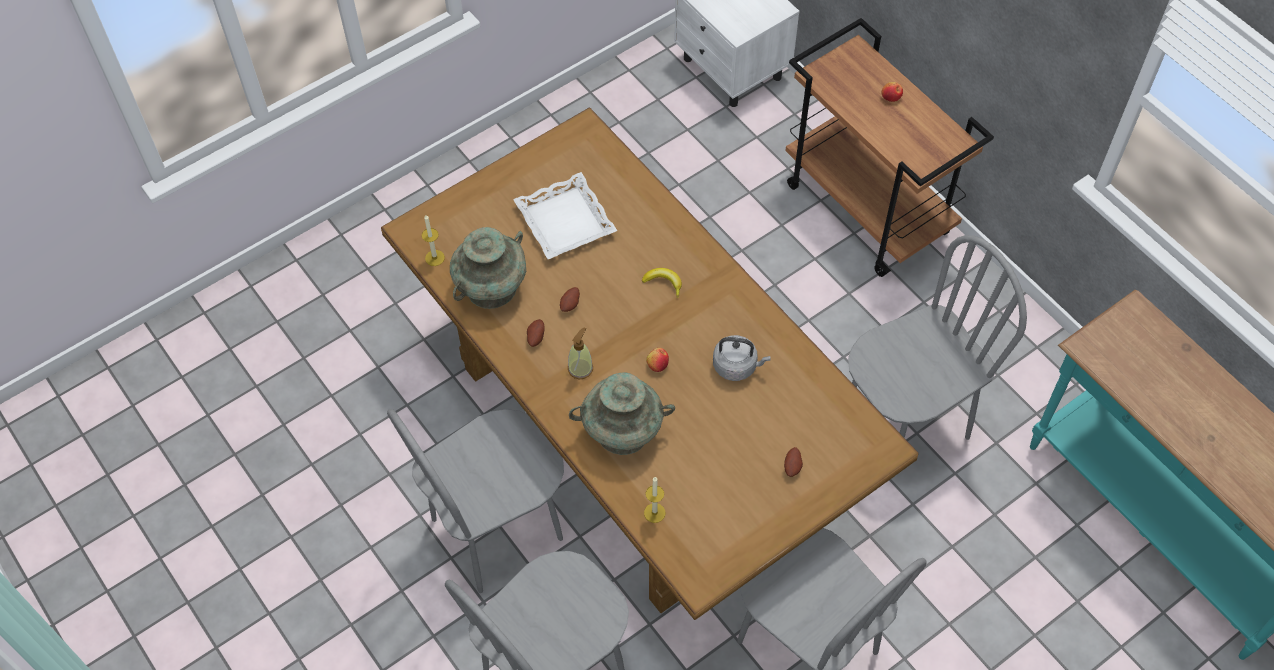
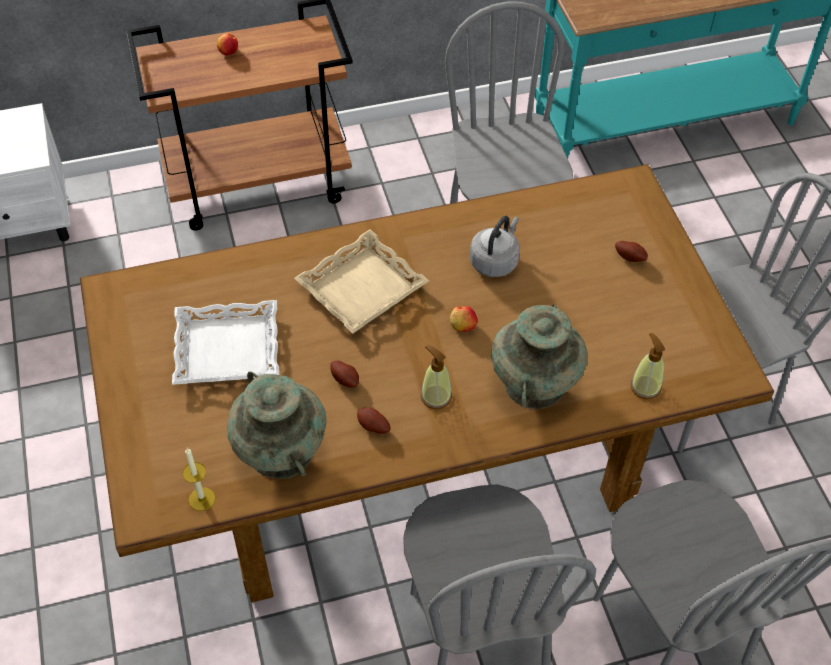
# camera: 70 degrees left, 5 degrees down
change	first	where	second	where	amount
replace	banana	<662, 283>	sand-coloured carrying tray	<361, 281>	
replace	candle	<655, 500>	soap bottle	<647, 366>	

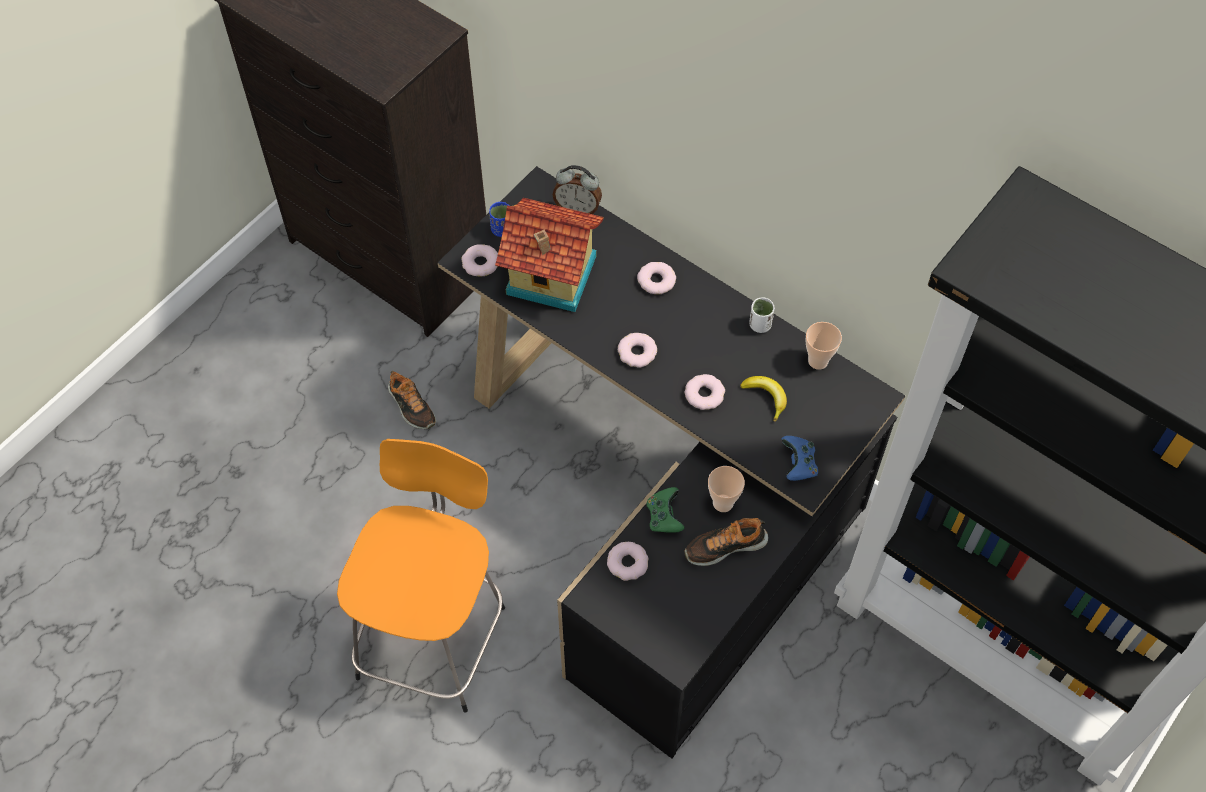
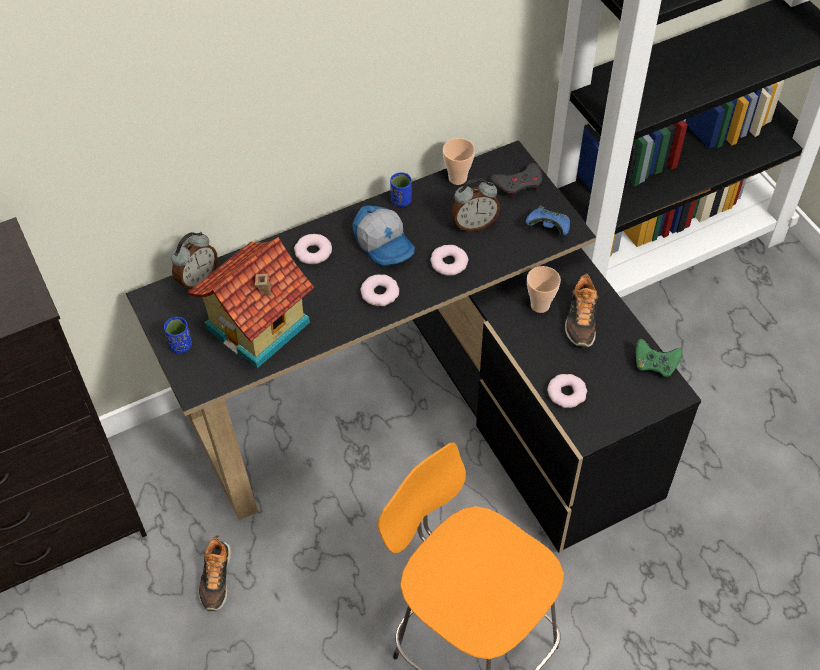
# camera: 65 degrees left, 5 degrees down
change	first	where	second	where	amount
delete	ring doughnut	<479, 260>			
insert			peaked cap	<383, 235>	
insert			gray gamepad	<516, 180>	
move	green gamepad	<665, 510>		<659, 358>	
replace	banana	<763, 399>	table clock	<475, 205>	
recolor	white drinking cup	<762, 315>	bluish drinking cup	<401, 189>	
rotate	shoe	<412, 399>		<215, 573>	105 degrees clockwise

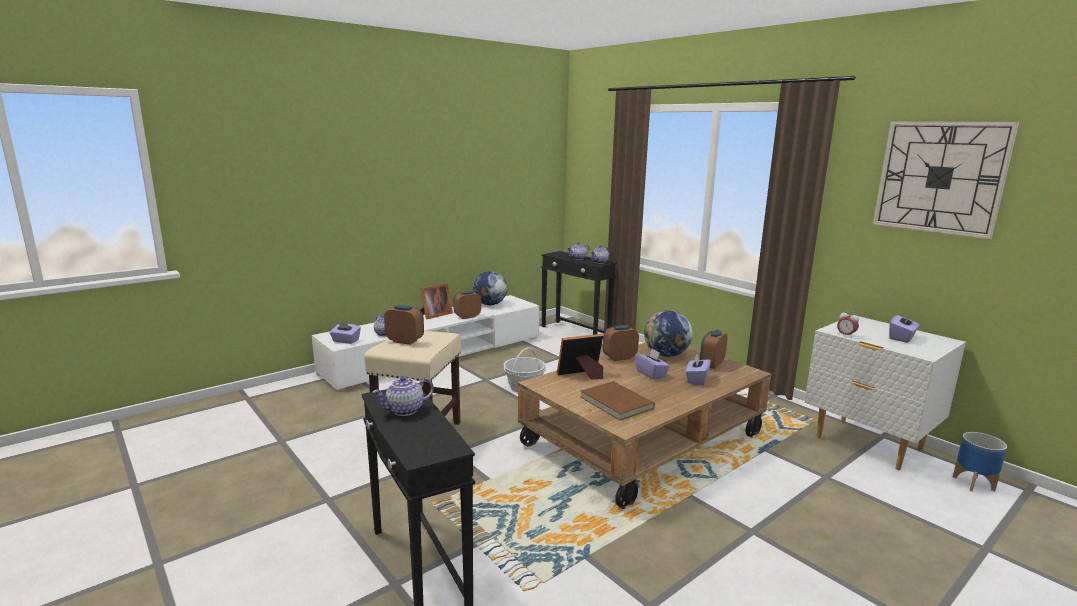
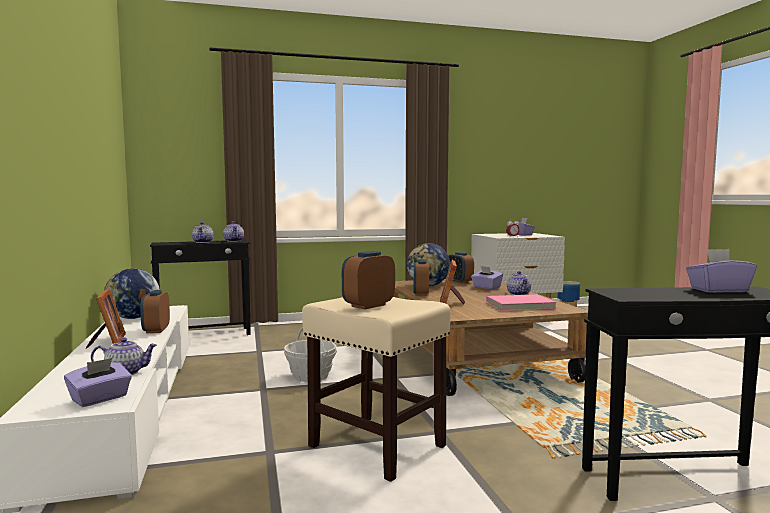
# camera: 65 degrees left, 10 degrees down
change	first	where	second	where	amount
delete	wall clock	<946, 180>			
move	tea pot	<403, 396>		<519, 283>	
move	purple tissue holder	<652, 364>		<721, 271>	
recolor	brown-coloured bound book	<618, 400>	pink bound book	<521, 302>	

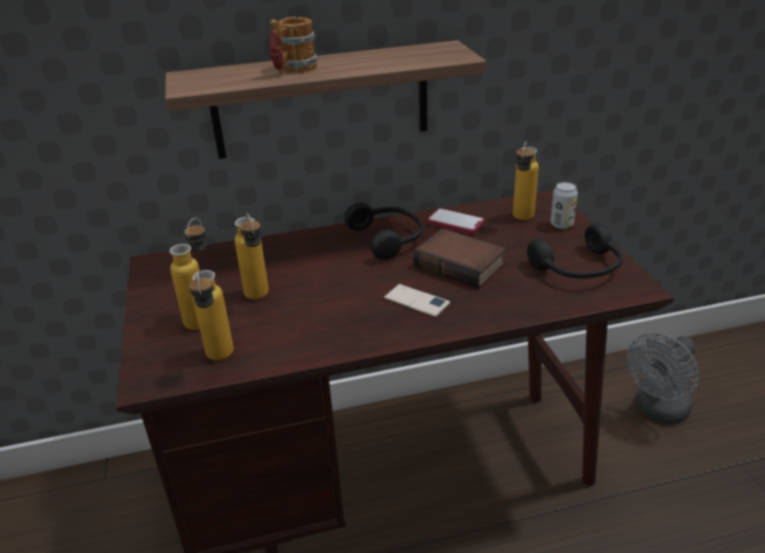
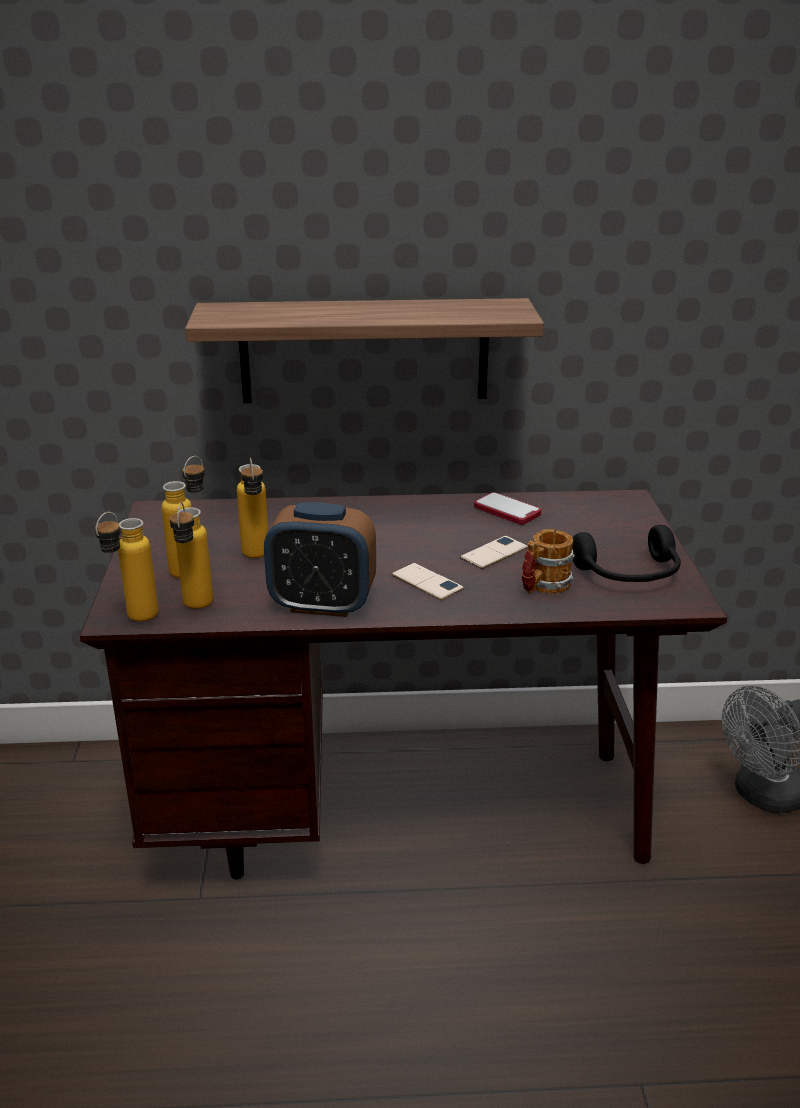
# camera: 10 degrees right, 5 degrees down
change	first	where	second	where	amount
delete	blackish pair of headphones	<383, 231>			
delete	can	<564, 205>			
insert			table clock	<320, 559>	
move	tea mug	<293, 45>		<548, 561>	
move	beverage bottle	<526, 181>		<126, 567>	
replace	bound book	<459, 258>	handset	<494, 552>	

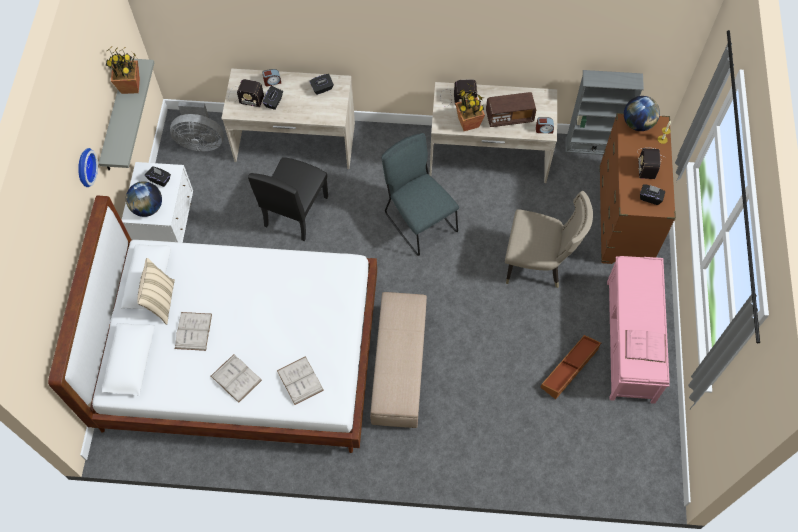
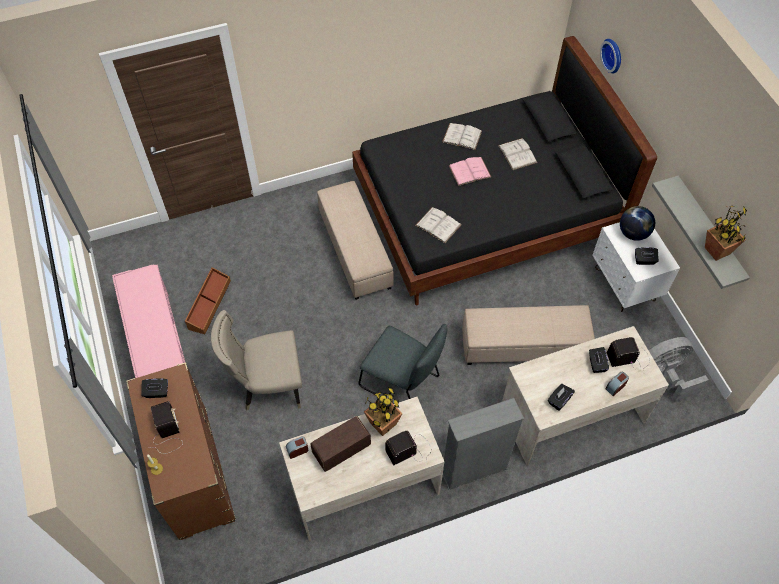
# camera: 155 degrees right, 5 degrees down
change	first	where	second	where	amount
delete	sand-coloured pillow	<156, 291>			
delete	desk globe	<642, 113>			
move	wall clock	<88, 167>		<610, 56>	
move	white bound book	<300, 380>		<438, 225>	
move	gray bookcase	<605, 112>		<483, 444>	
move	pink bound book	<645, 346>		<470, 171>	
replace	blackish plain chair	<288, 199>	sand-coloured footrest	<528, 335>	
recolor	white bed	<212, 324>	blackish bed	<504, 170>	

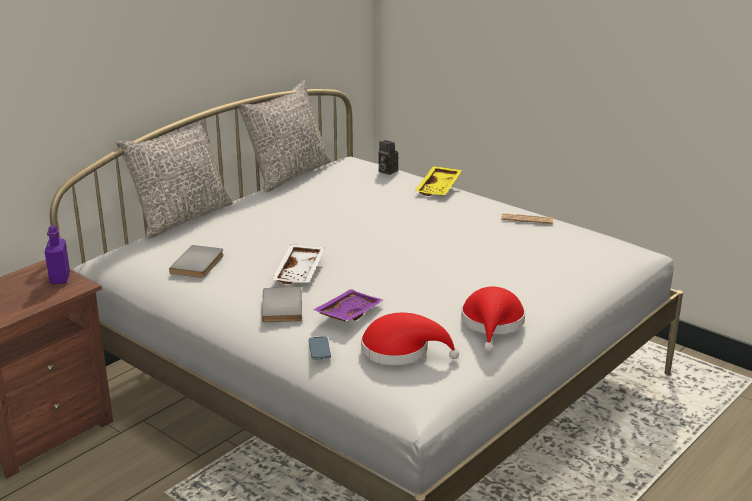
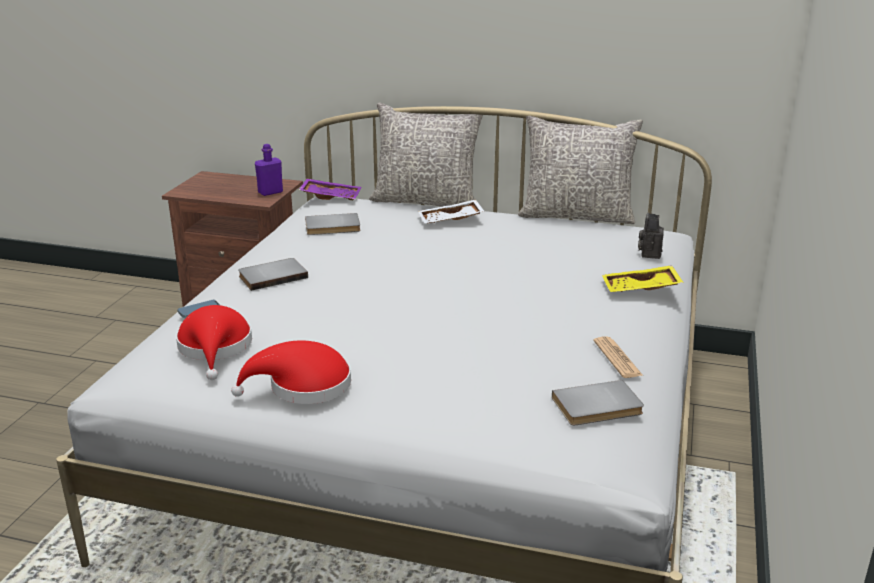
# camera: 65 degrees right, 0 degrees up
change	first	where	second	where	amount
insert			gray bound book	<598, 402>	
move	white carrying tray	<299, 264>		<451, 211>	
move	purple carrying tray	<348, 305>		<330, 189>	

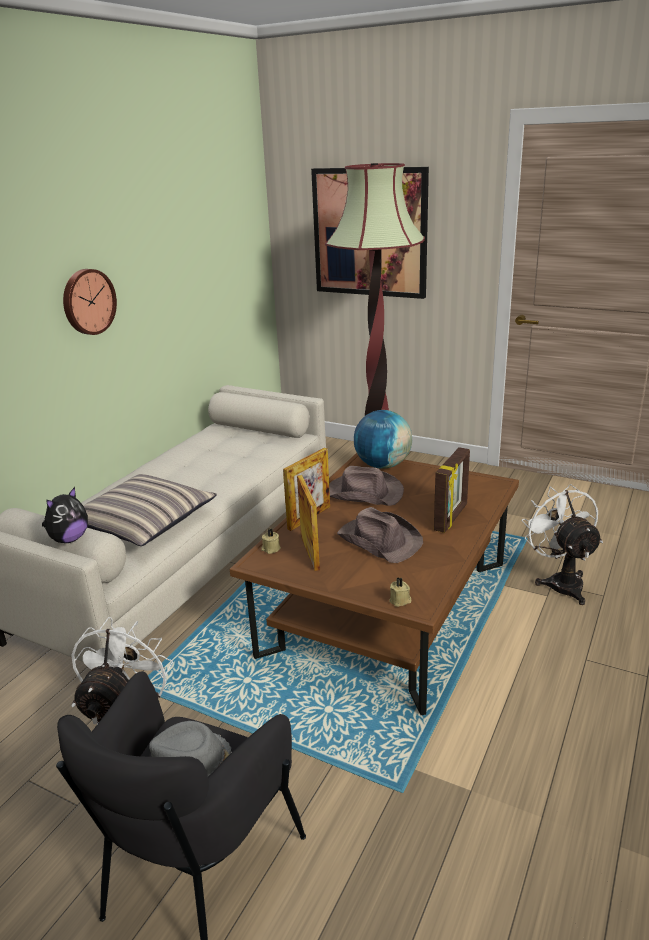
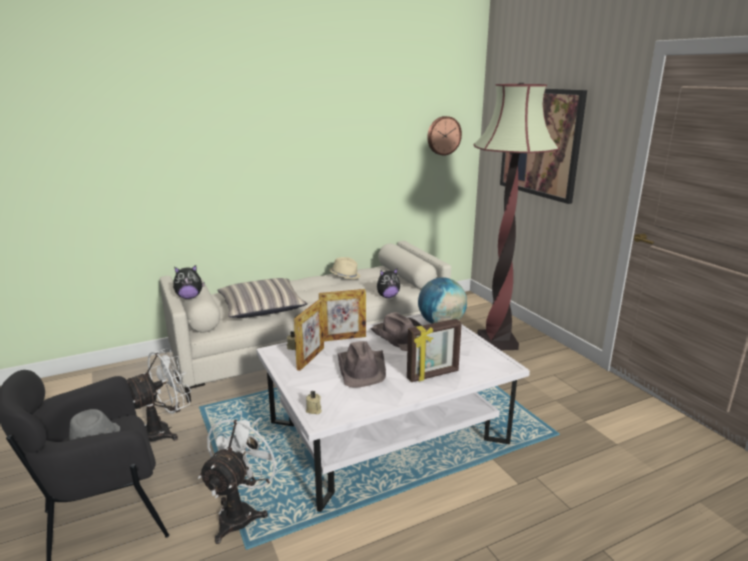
# camera: 35 degrees right, 5 degrees down
change	first	where	second	where	amount
insert			sand-coloured wearable hat	<345, 268>	
insert			plush toy	<388, 283>	
move	wall clock	<90, 302>		<444, 136>	
move	white electric fan	<562, 544>		<241, 477>	
recolor	brown-coloured low table	<374, 584>	white low table	<393, 412>	

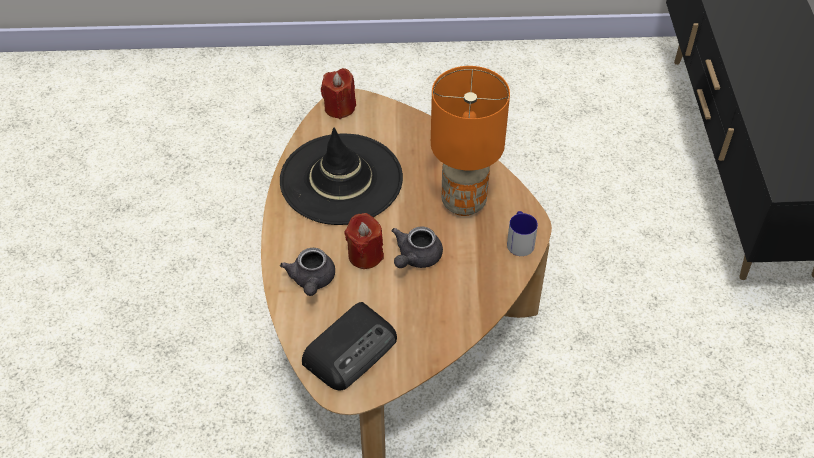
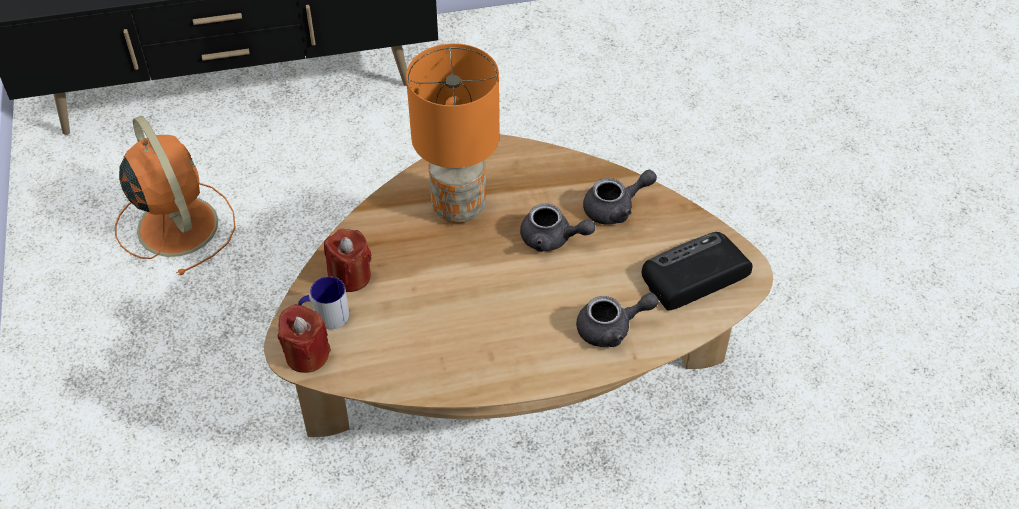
# camera: 100 degrees left, 0 degrees up
change	first	where	second	where	amount
delete	blackish wearable hat	<341, 176>			
insert			orange electric fan	<175, 195>	
insert			gray tea pot	<620, 197>	
move	red-coloured candle	<364, 241>		<348, 260>	
move	tea mug	<522, 233>		<323, 302>	
rotate	radio	<349, 346>		<697, 271>	60 degrees counterclockwise

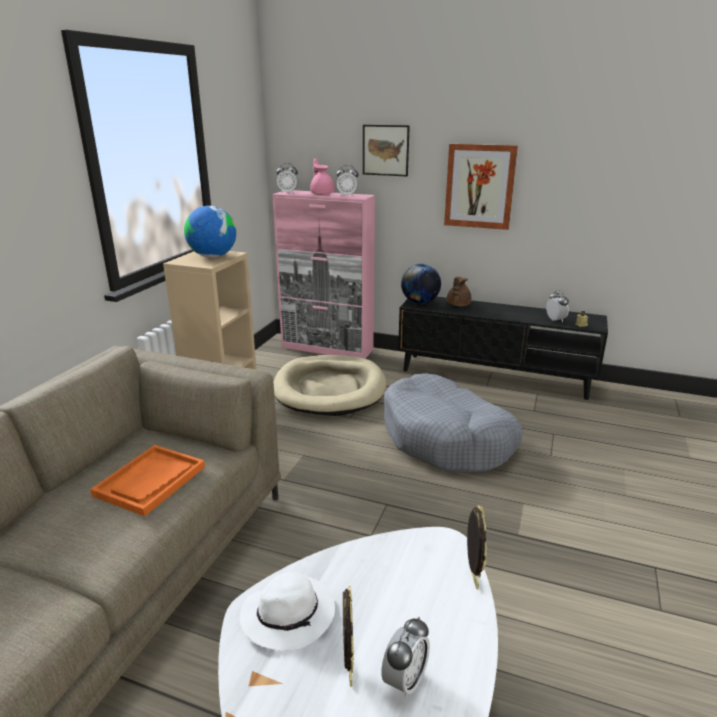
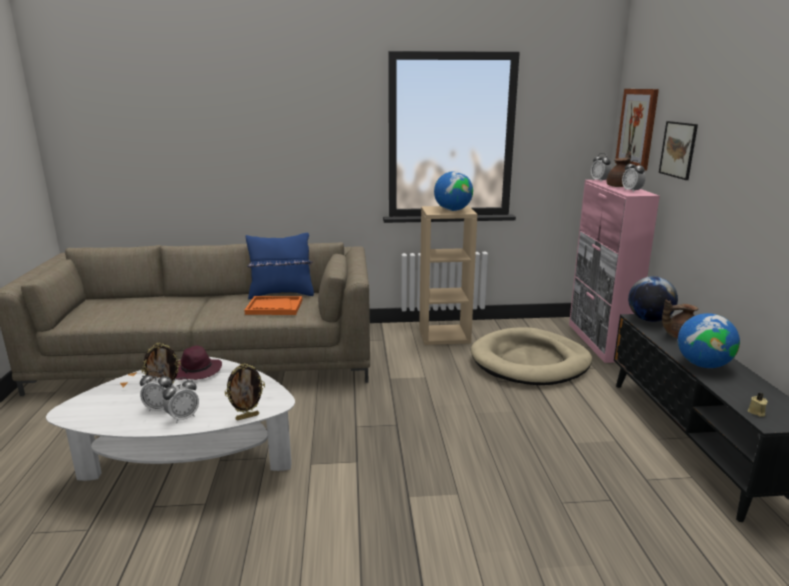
# camera: 65 degrees right, 5 degrees down
change	first	where	second	where	amount
delete	gray dog bed	<453, 422>			
insert			bluish pillow	<280, 266>	
insert			desk globe	<709, 340>	
move	picture	<481, 187>		<637, 130>	
move	table clock	<557, 306>		<181, 400>	
recolor	white wearable hat	<287, 611>	purple wearable hat	<199, 363>	
recolor	pink tea pot	<322, 176>	brown-coloured tea pot	<619, 169>	

